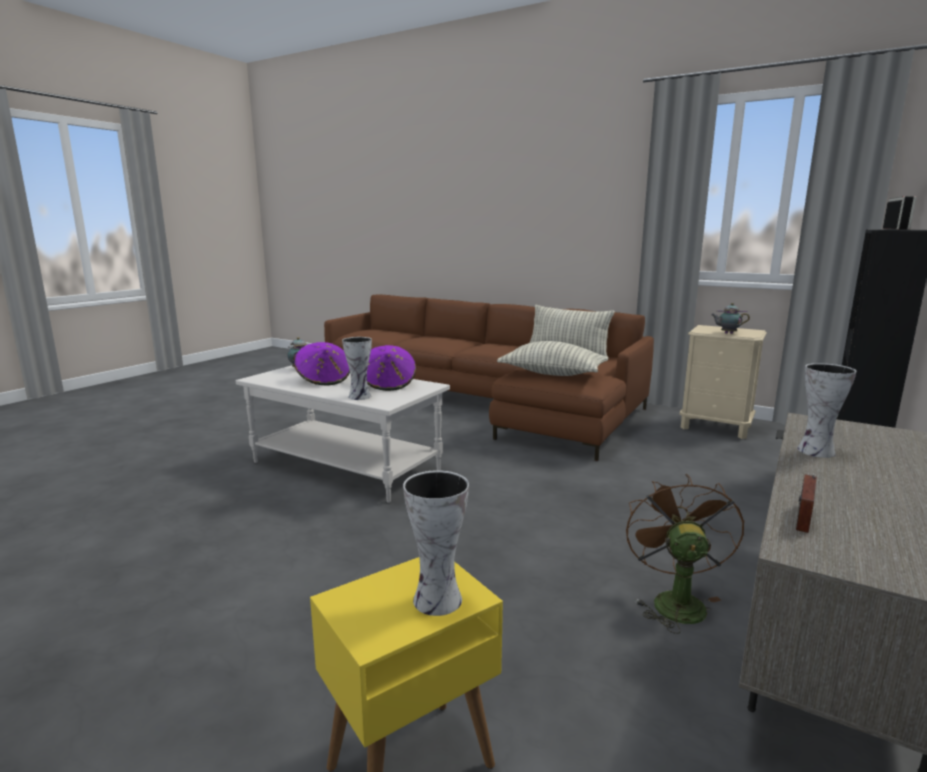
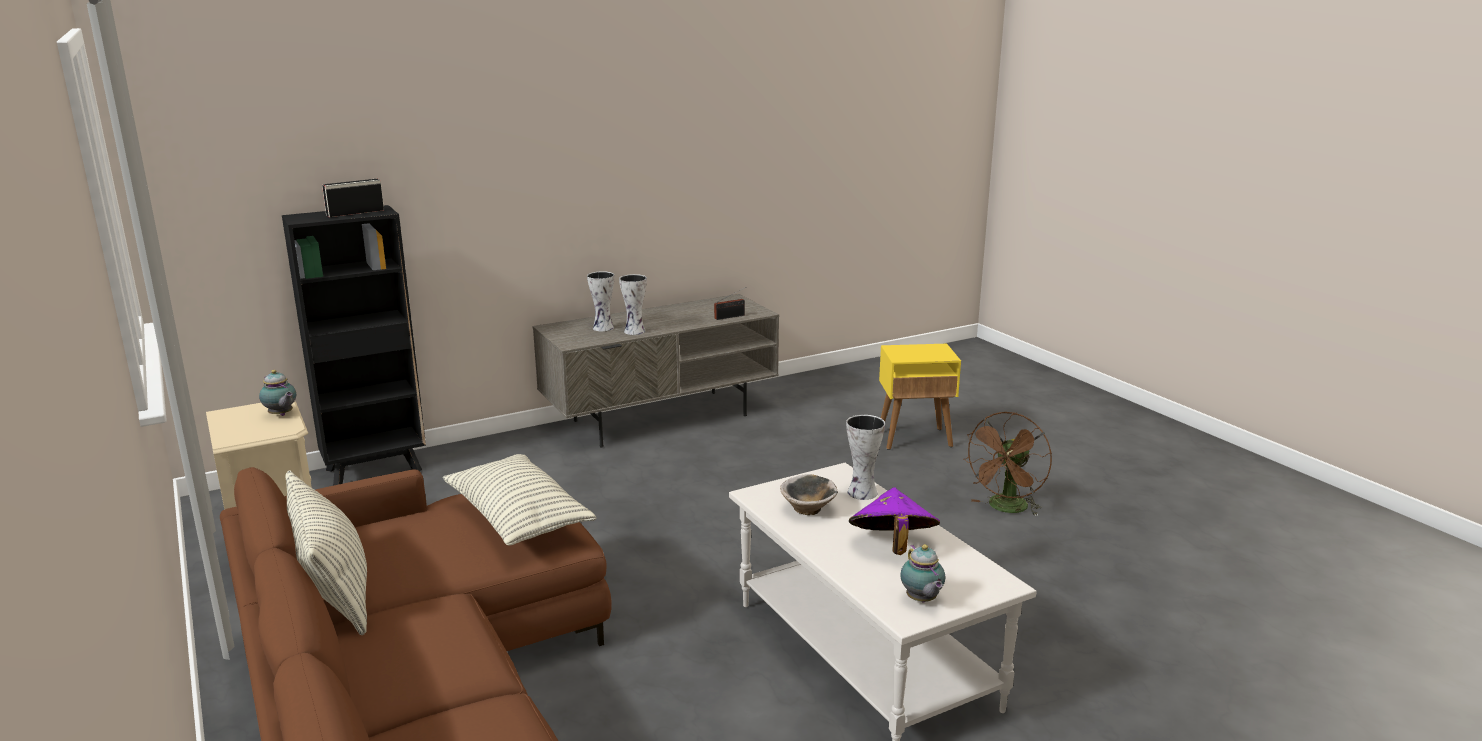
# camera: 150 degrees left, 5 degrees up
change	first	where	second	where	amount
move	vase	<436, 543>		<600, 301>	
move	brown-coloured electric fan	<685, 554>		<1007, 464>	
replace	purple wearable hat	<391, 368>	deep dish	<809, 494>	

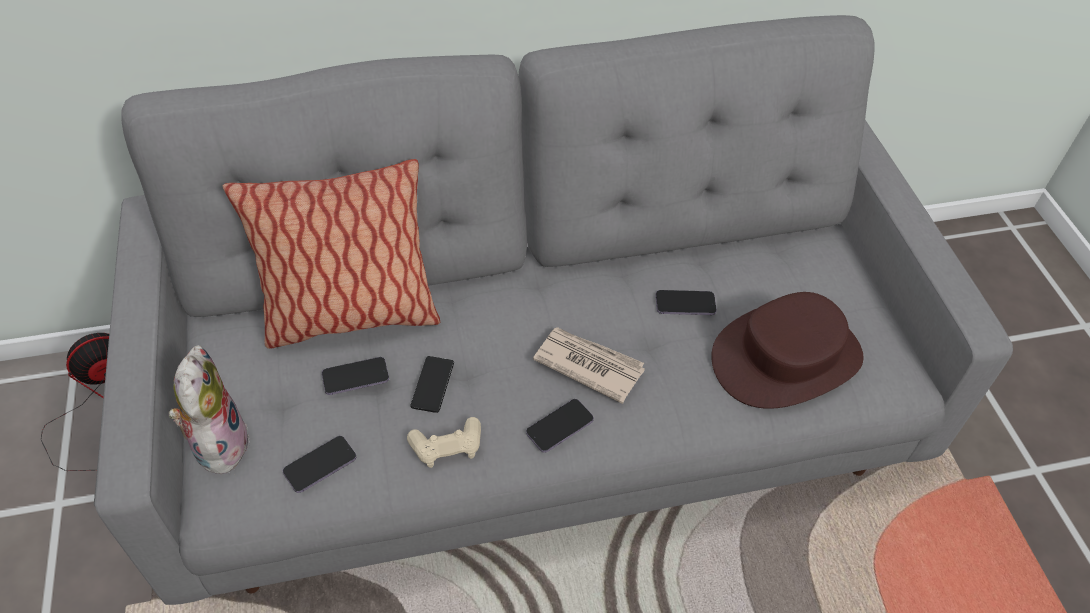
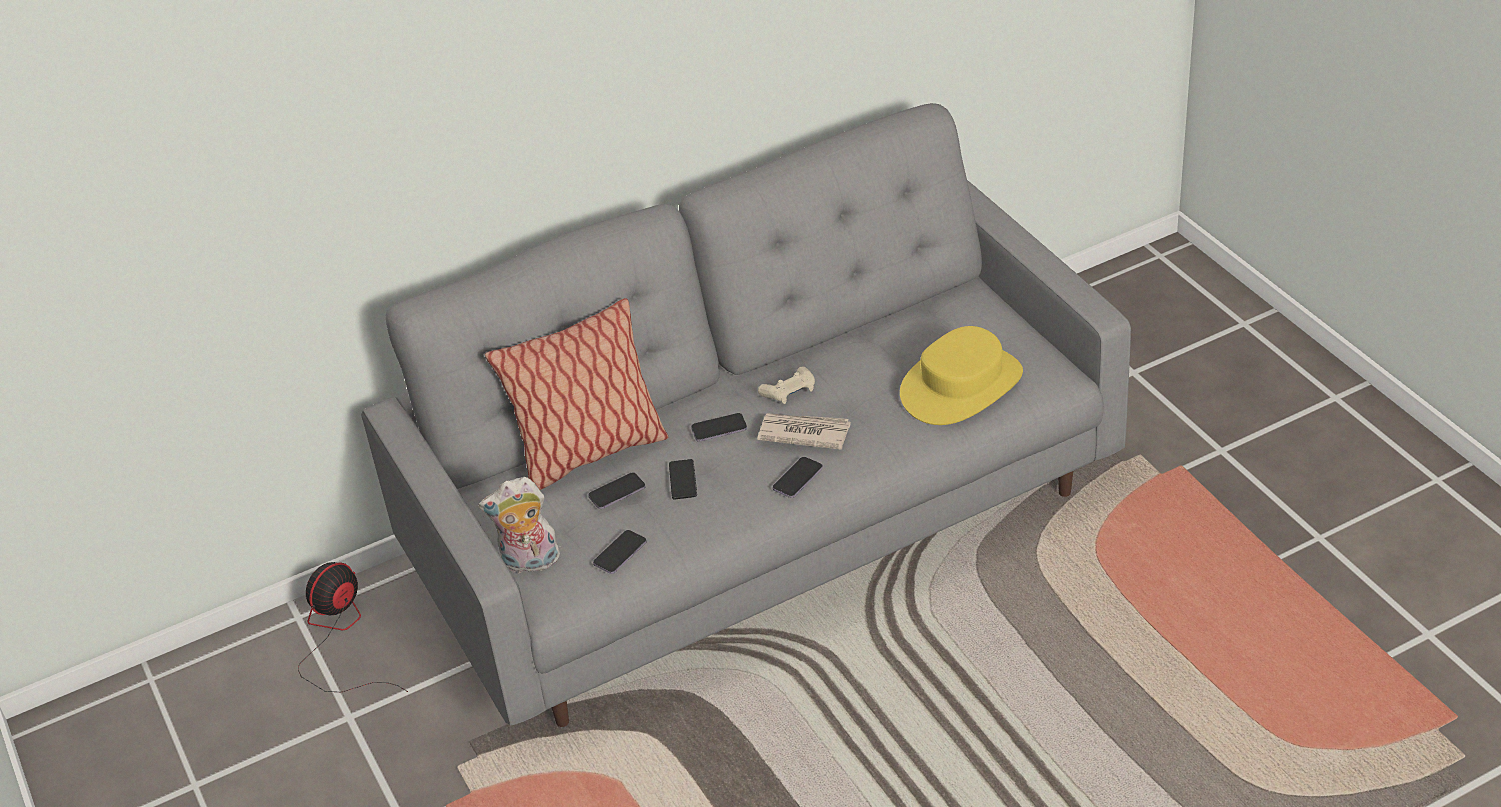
# camera: 10 degrees left, 10 degrees down
change	first	where	second	where	amount
move	sand-coloured gamepad	<444, 442>		<786, 385>	
move	handset	<686, 302>		<719, 427>	
recolor	brown-coloured wearable hat	<787, 350>	yellow-coloured wearable hat	<961, 375>	
rotate	plush toy	<209, 409>		<519, 525>	75 degrees counterclockwise

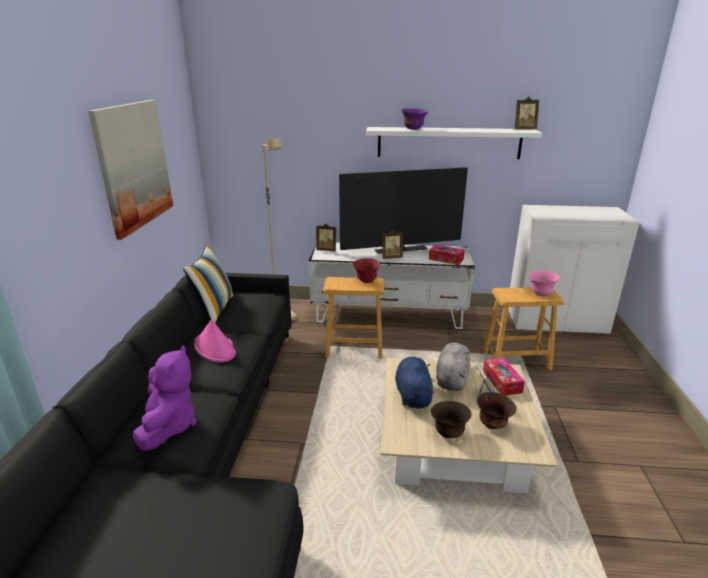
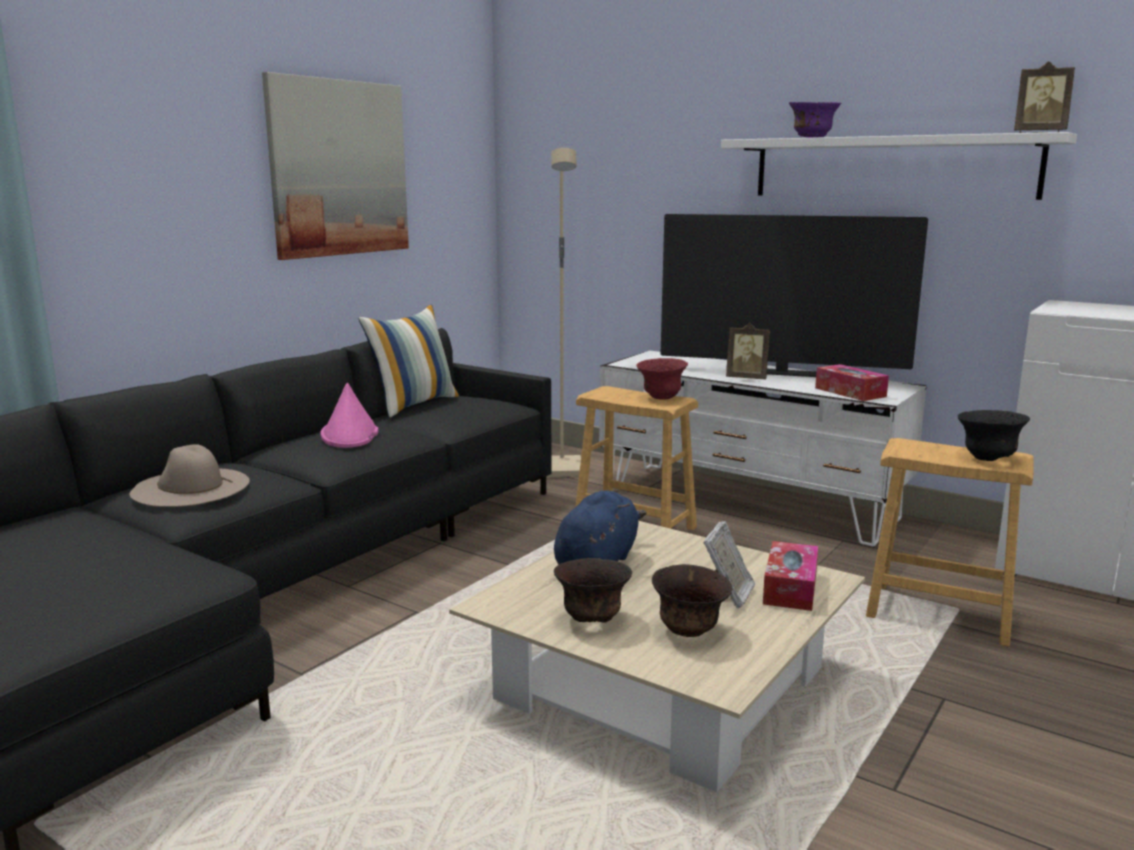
# camera: 30 degrees right, 10 degrees down
change	first	where	second	where	amount
delete	standing frame	<326, 237>			
delete	gray plush toy	<453, 367>			
replace	purple plush toy	<165, 398>	sand-coloured wearable hat	<190, 475>	
recolor	pink deep dish	<544, 283>	blackish deep dish	<994, 435>	

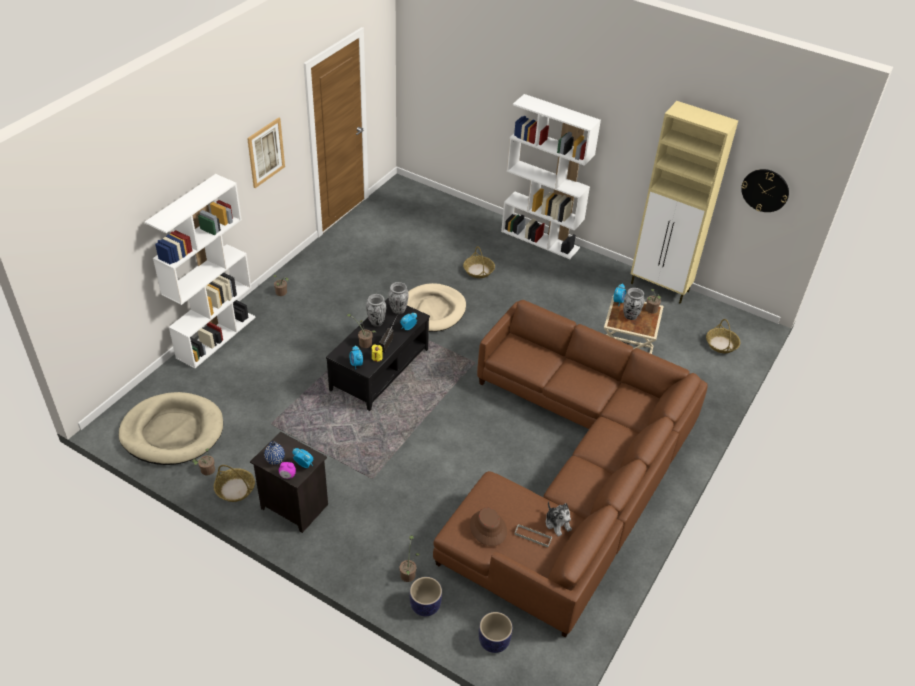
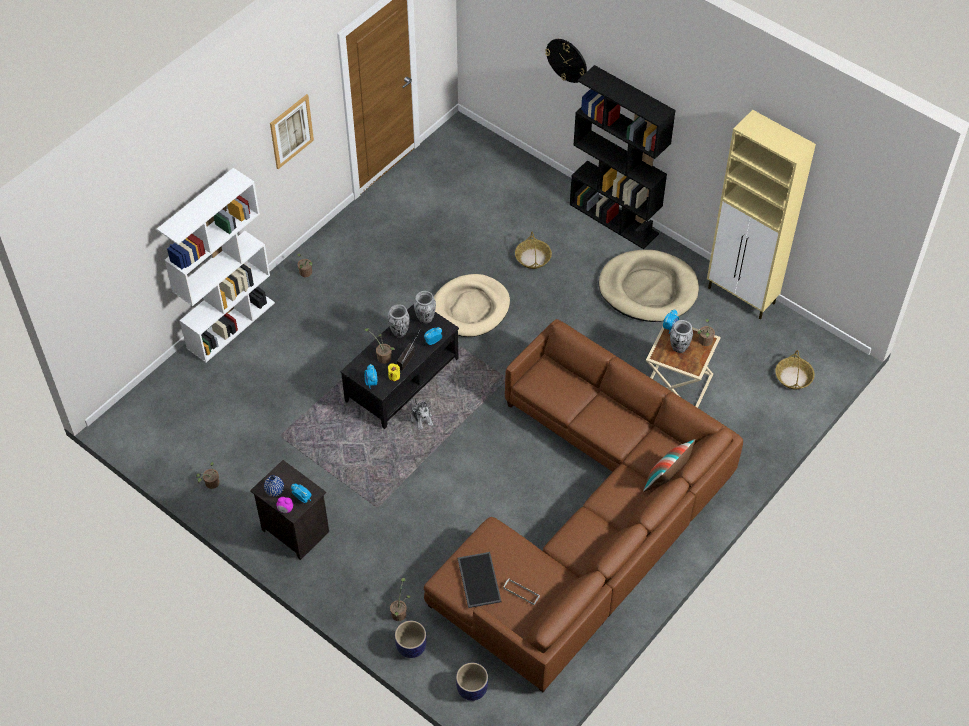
# camera: 10 degrees right, 10 degrees up
change	first	where	second	where	amount
delete	household basket	<234, 483>			
insert			pillow	<669, 465>	
move	sand-coloured dog bed	<170, 428>		<649, 286>	
move	plush toy	<559, 519>		<422, 414>	
move	wall clock	<765, 190>		<566, 61>	
replace	brown-coloured wearable hat	<488, 527>	carrying tray	<479, 580>	
recolor	white bookcase	<551, 176>	blackish bookcase	<623, 157>	

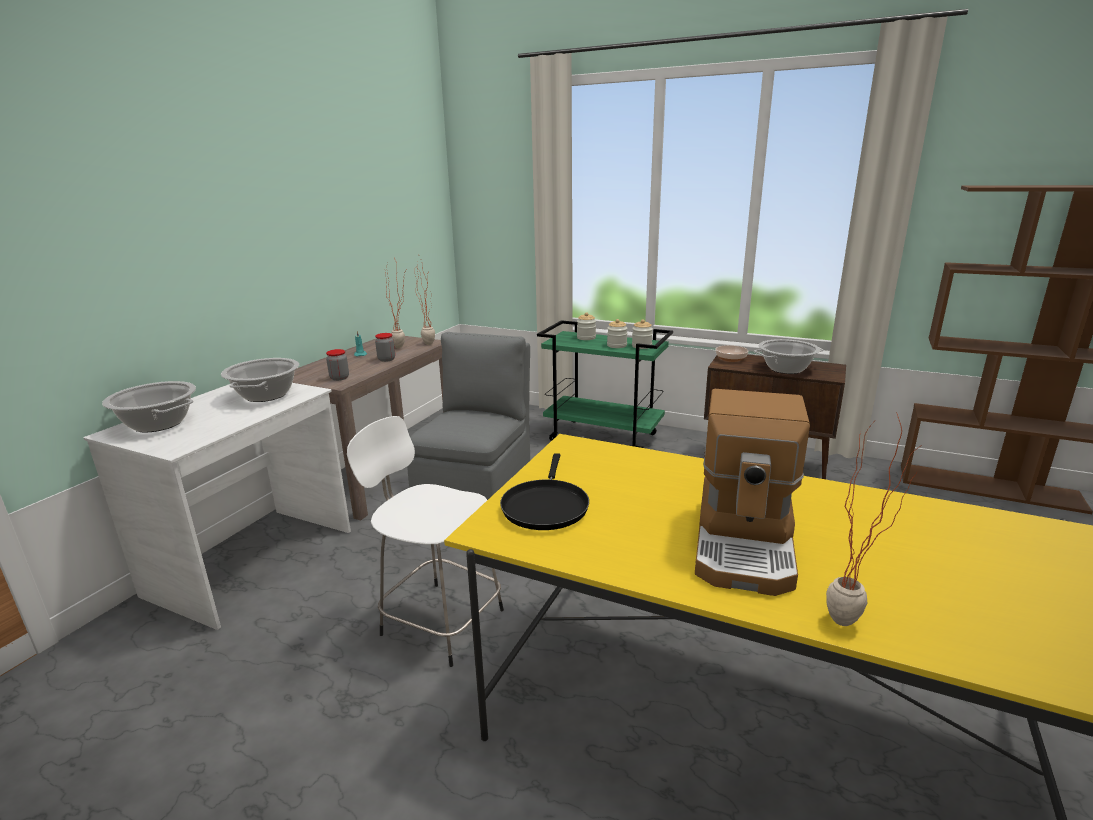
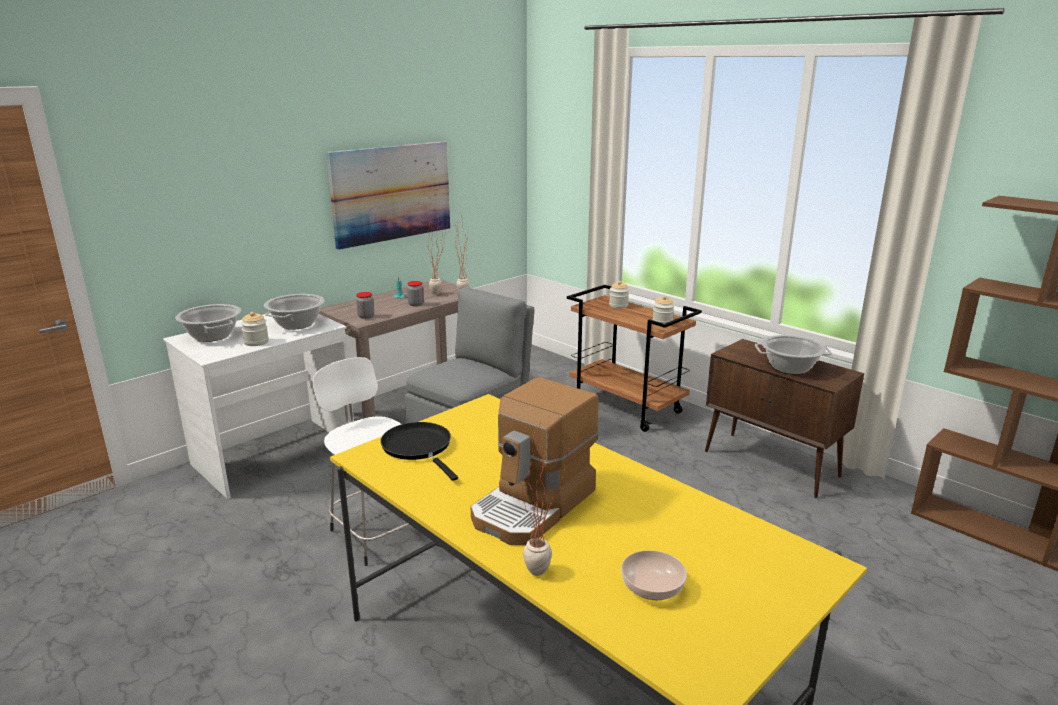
# camera: 20 degrees right, 0 degrees up
change	first	where	second	where	amount
insert			picture	<388, 195>	
move	storage jar	<617, 333>		<255, 329>	
move	deep dish	<732, 353>		<654, 575>	
recolor	green cart	<605, 384>	brown-coloured cart	<634, 358>	
rotate	blackish skillet	<544, 491>		<419, 451>	120 degrees clockwise

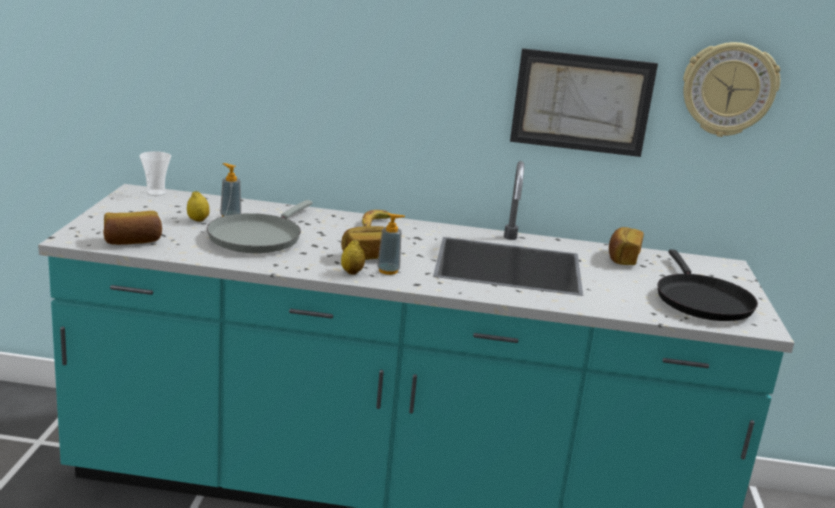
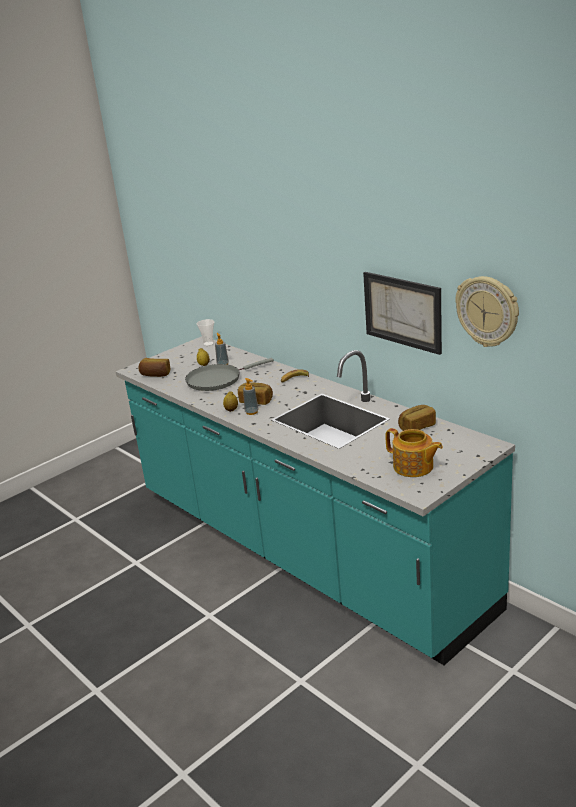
# camera: 45 degrees right, 5 degrees up
change	first	where	second	where	amount
replace	blackish skillet	<707, 285>	tea pot	<414, 452>	

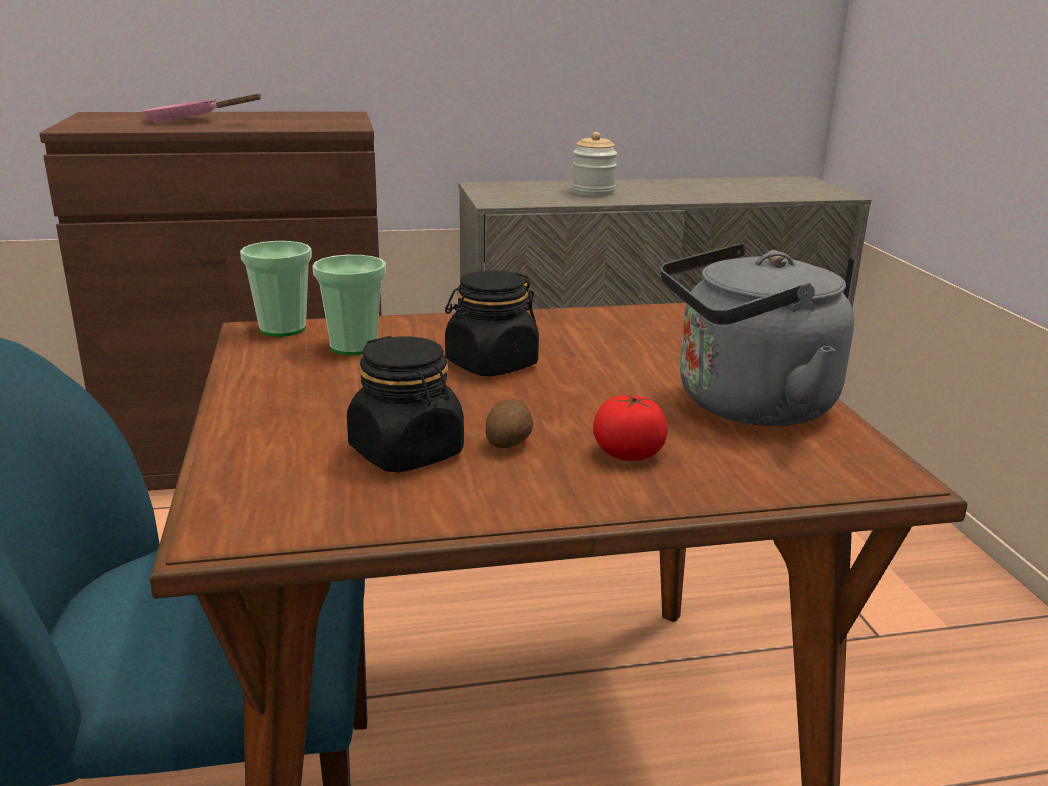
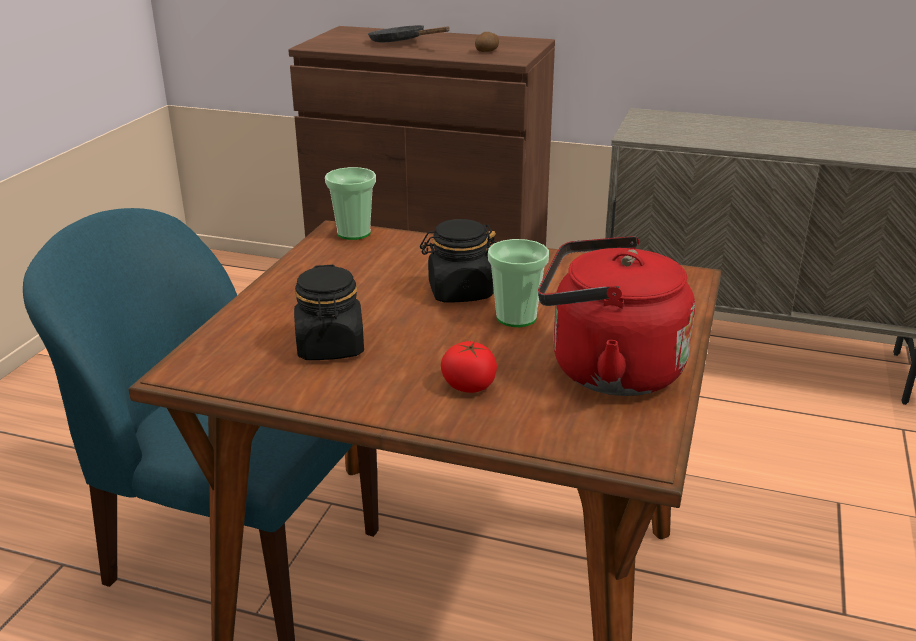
# camera: 30 degrees right, 5 degrees up
change	first	where	second	where	amount
delete	storage jar	<594, 164>			
move	drinking cup	<349, 305>		<518, 283>	
move	whole potato	<509, 423>		<487, 42>	
recolor	pink skillet	<202, 107>	blackish skillet	<408, 33>	
recolor	gray tea kettle	<757, 335>	red-coloured tea kettle	<616, 316>	

